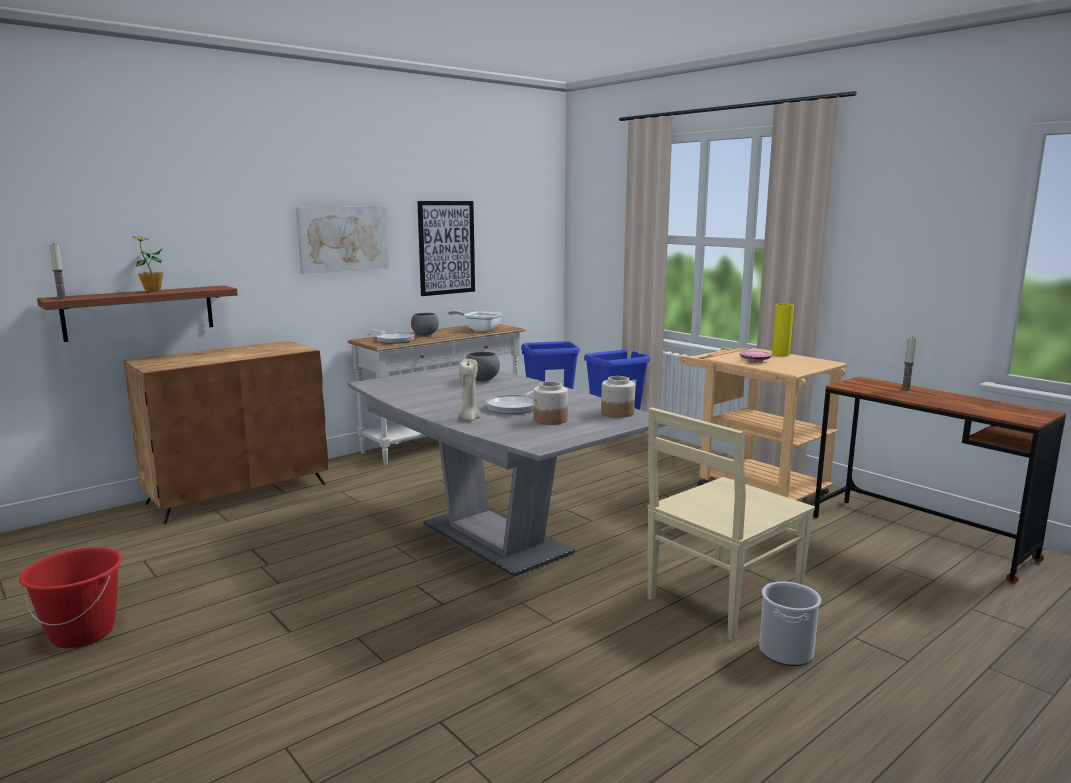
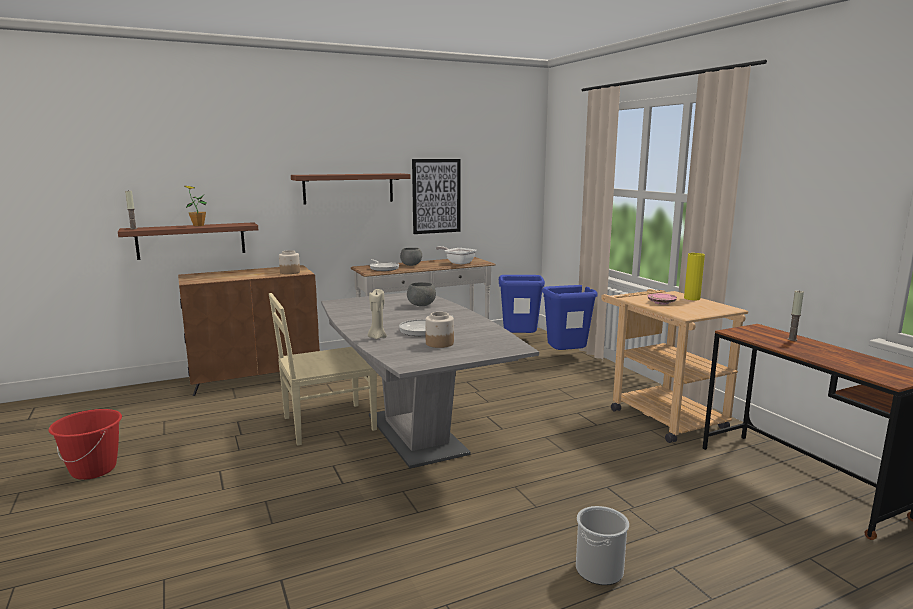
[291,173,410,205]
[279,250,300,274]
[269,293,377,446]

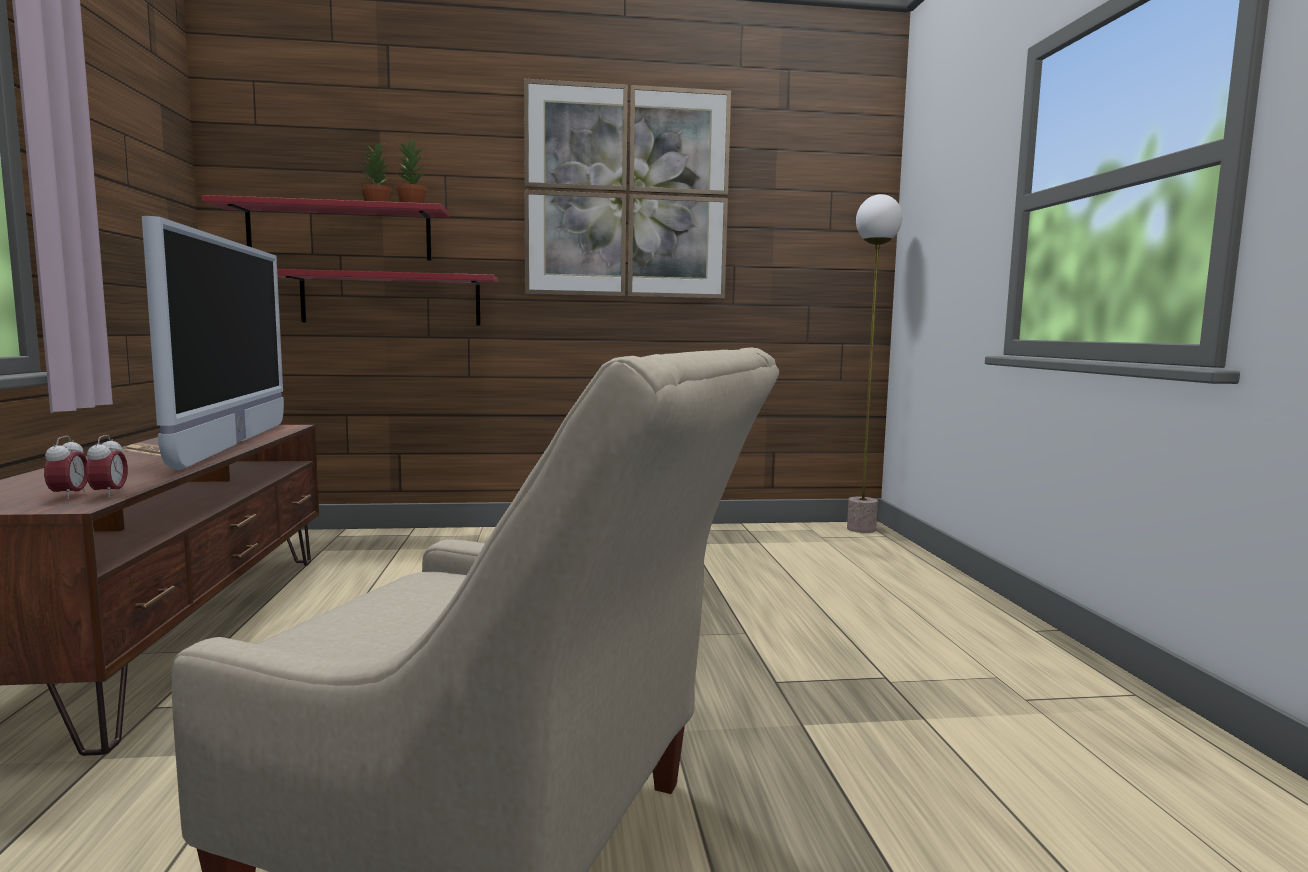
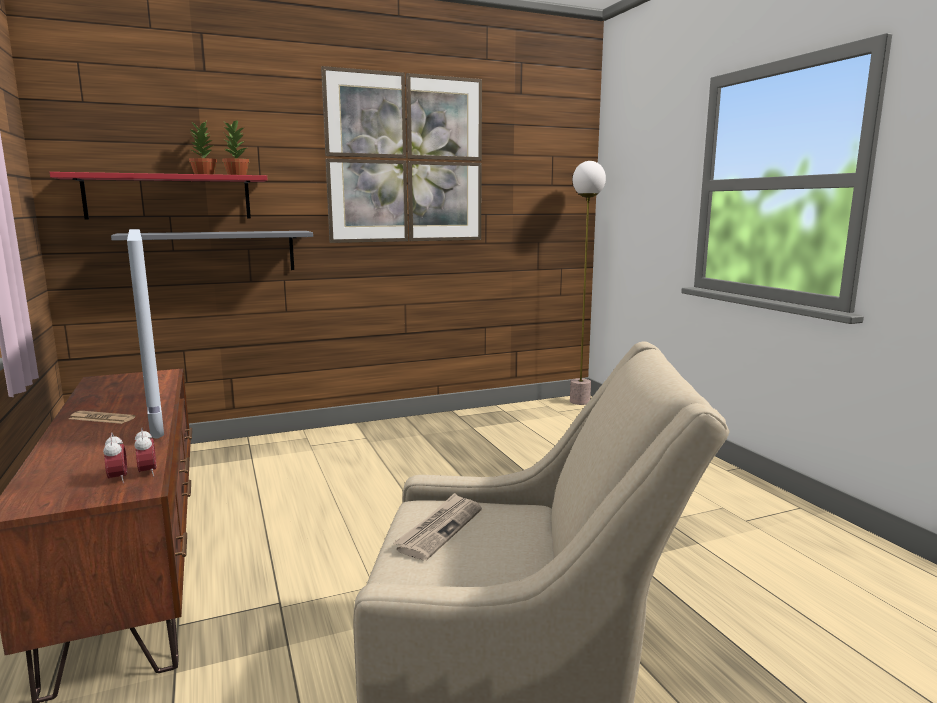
[111,231,313,270]
[393,493,482,560]

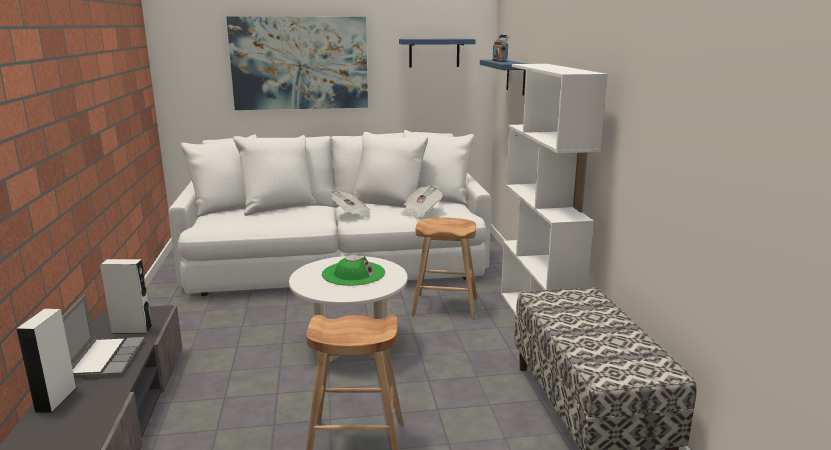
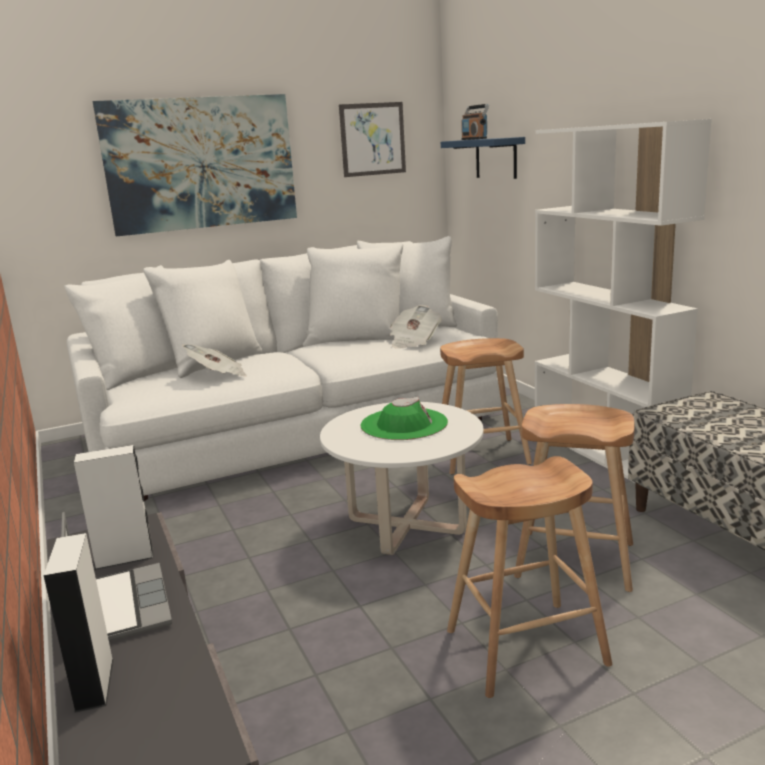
[182,344,247,376]
[339,102,406,177]
[514,404,634,592]

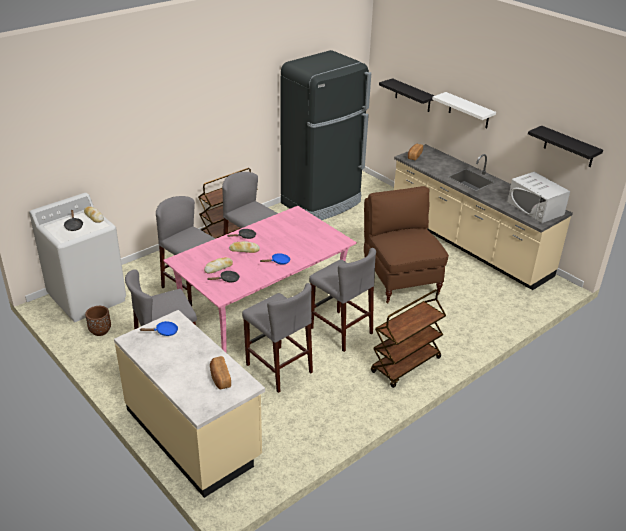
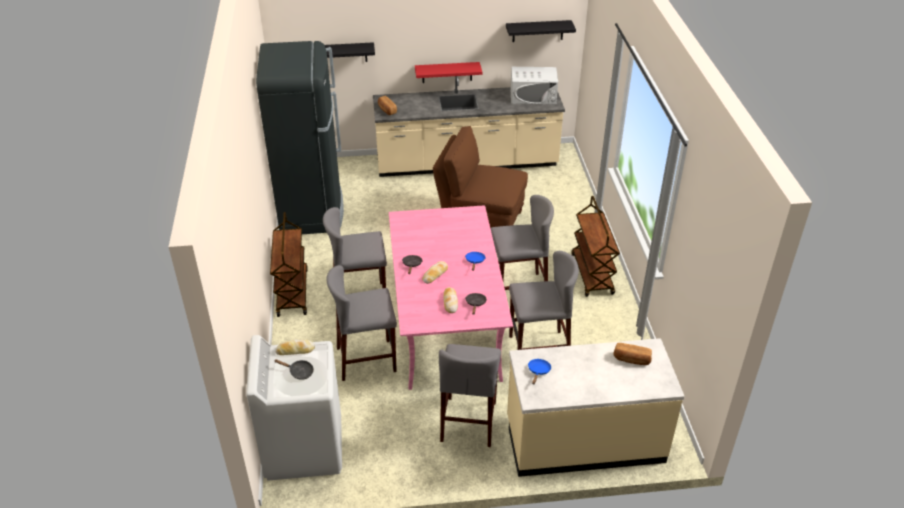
[85,306,111,336] (first image)
[432,92,496,129] (first image)
[415,62,482,83]

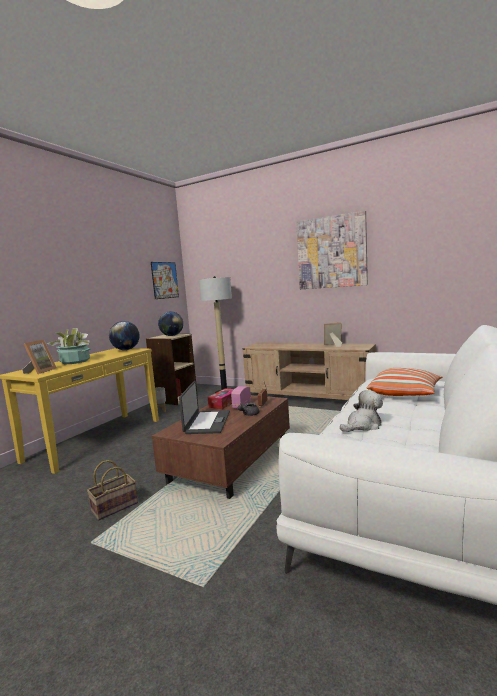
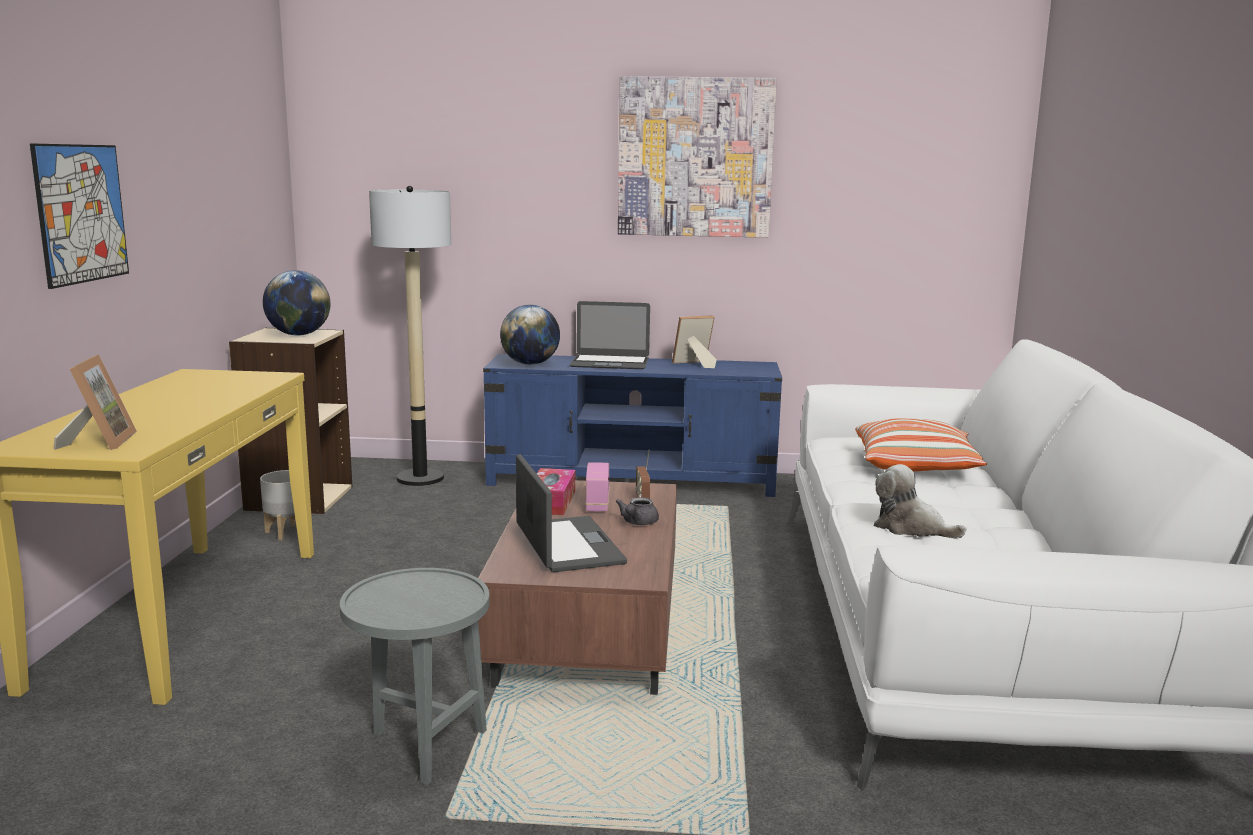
[47,328,91,364] (first image)
[340,568,490,785]
[500,305,560,365]
[30,143,129,289]
[483,354,782,497]
[874,464,966,539]
[570,301,650,369]

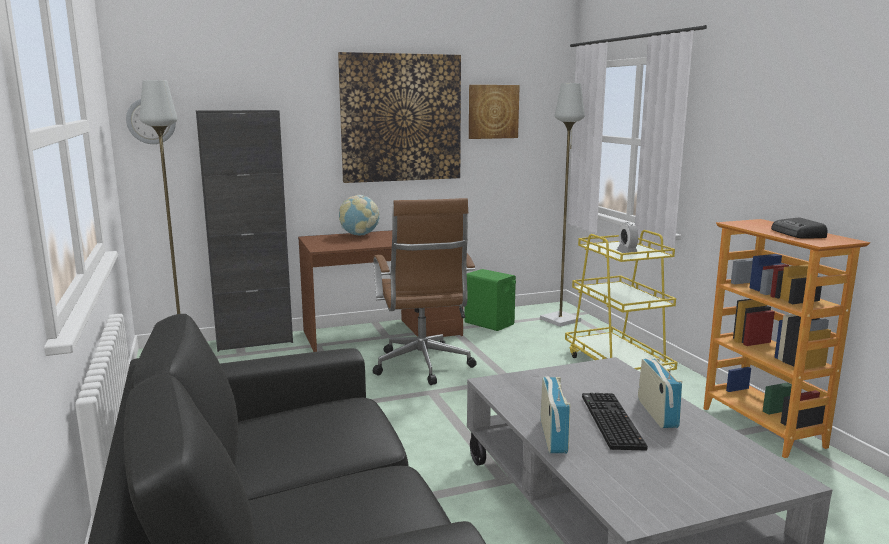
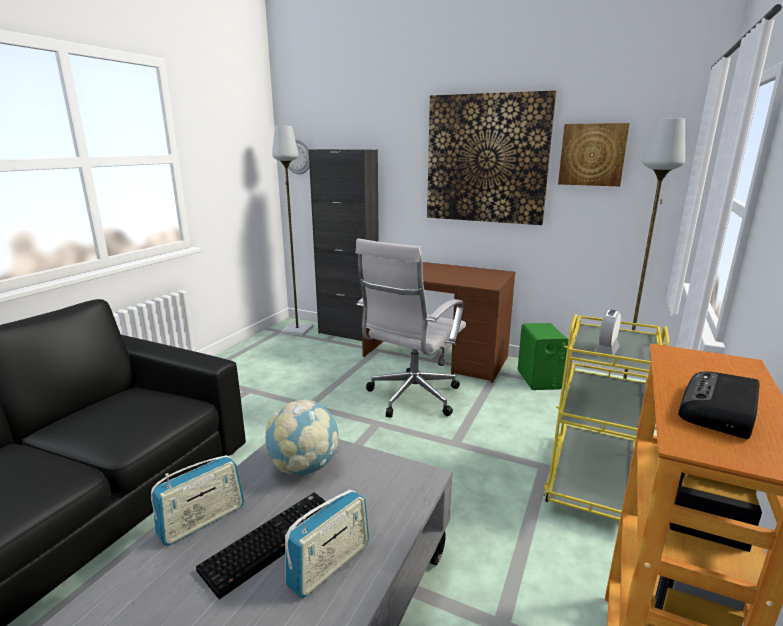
[266,400,339,475]
[356,239,466,418]

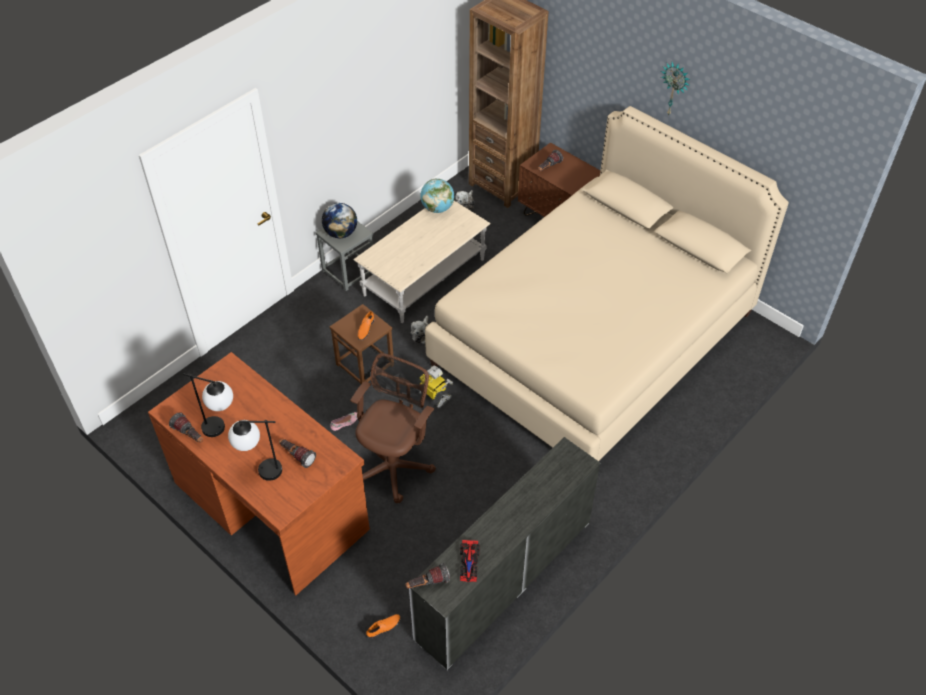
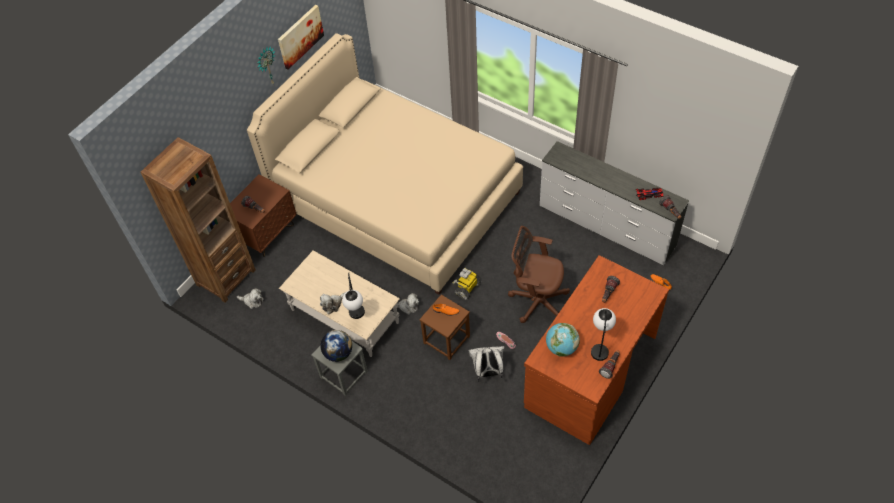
[342,272,365,319]
[546,323,580,357]
[278,5,324,70]
[320,292,346,314]
[469,346,504,382]

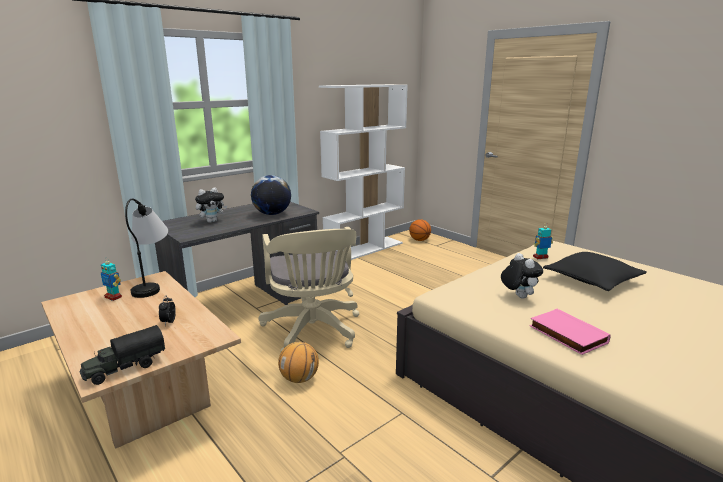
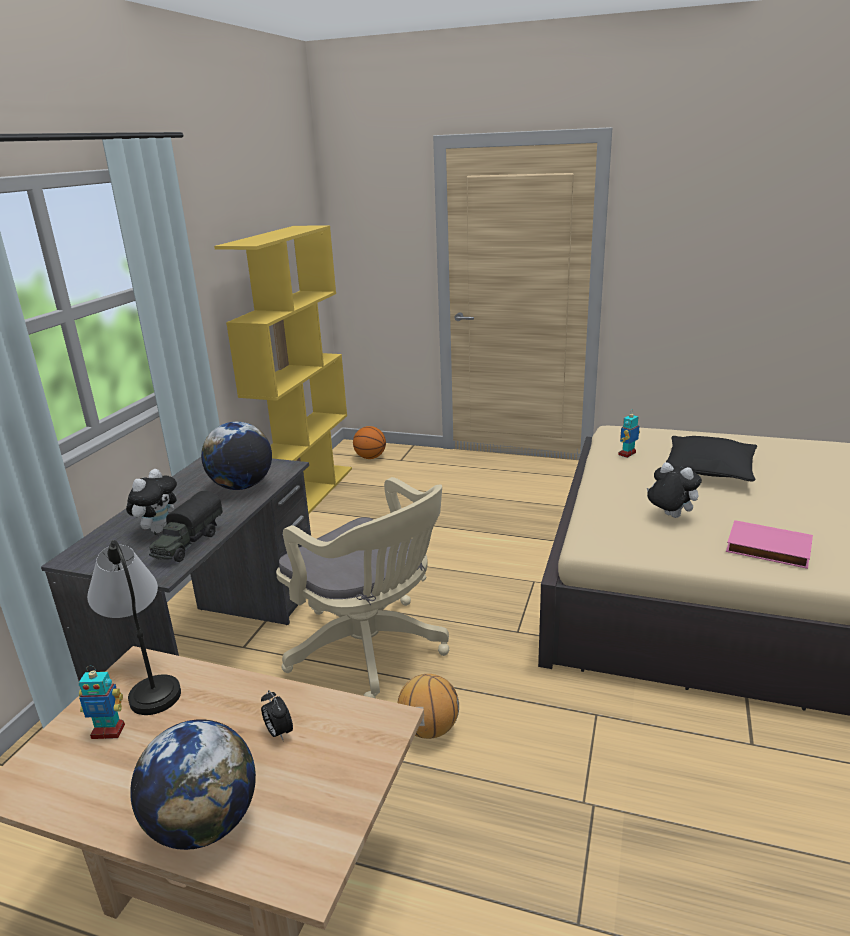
[149,491,223,562]
[214,225,352,514]
[130,719,256,850]

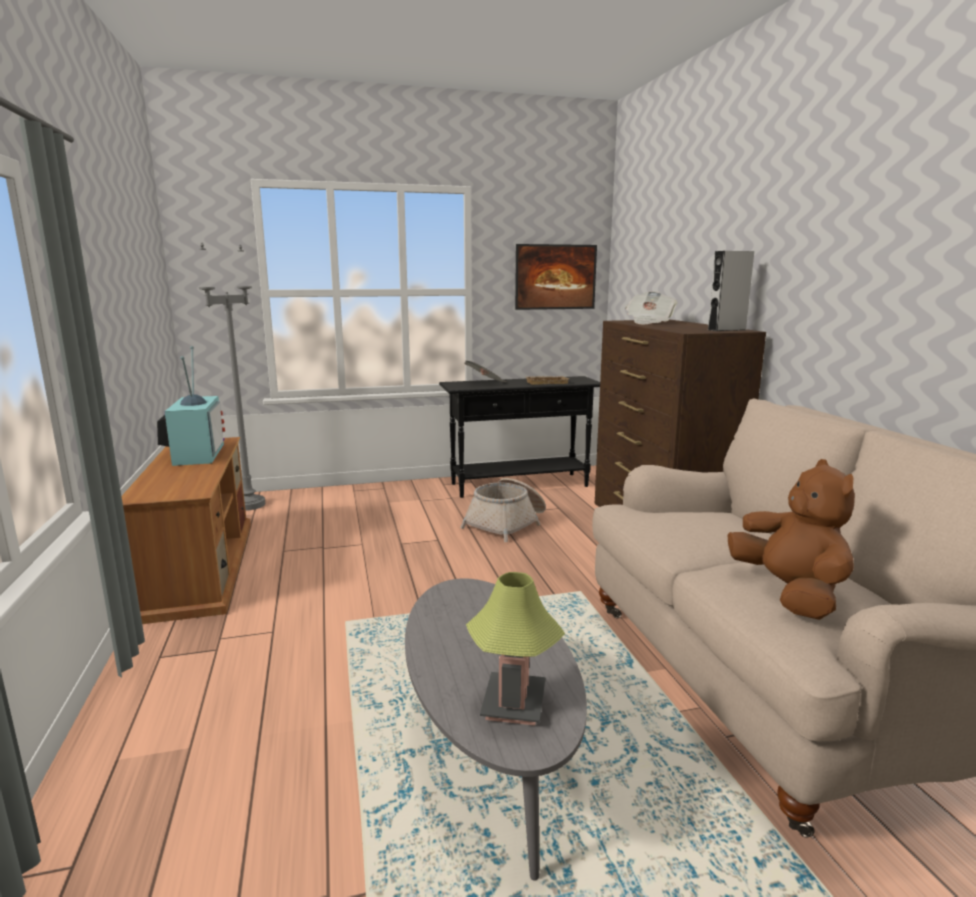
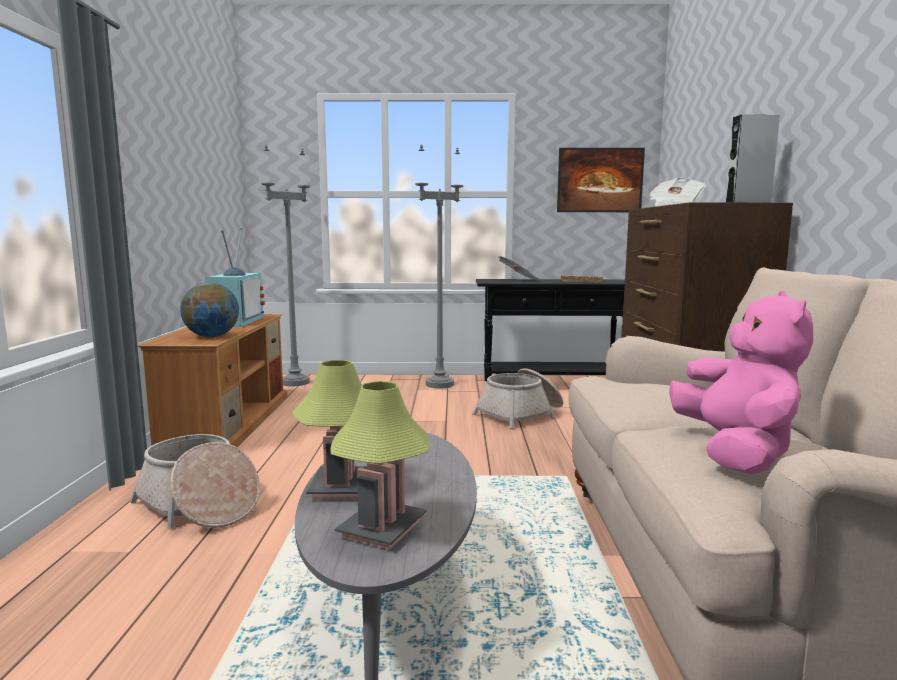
[669,291,813,474]
[130,434,260,529]
[180,283,239,337]
[292,360,367,499]
[415,144,463,388]

